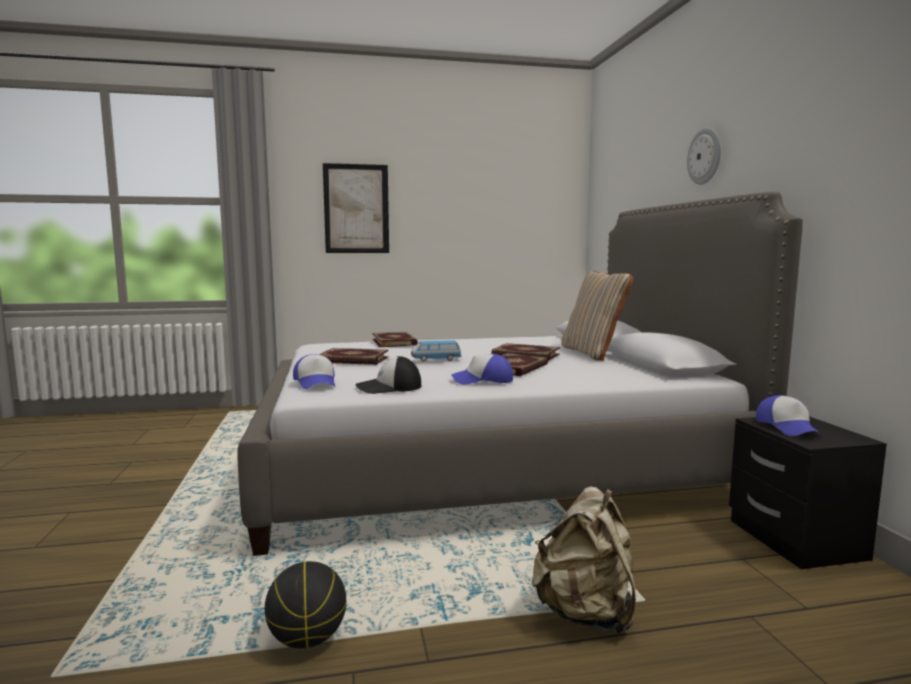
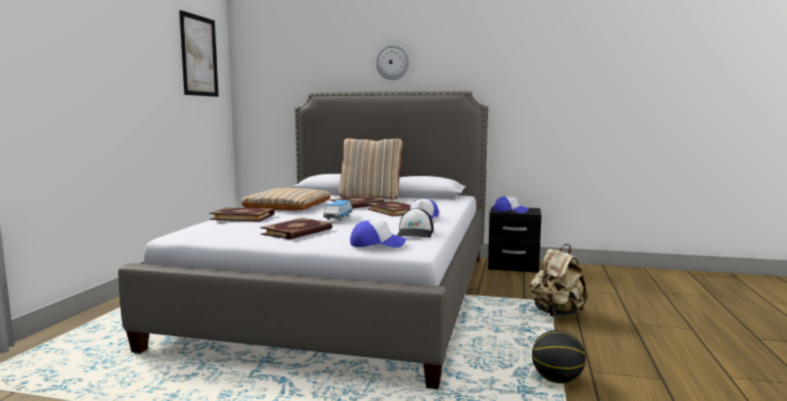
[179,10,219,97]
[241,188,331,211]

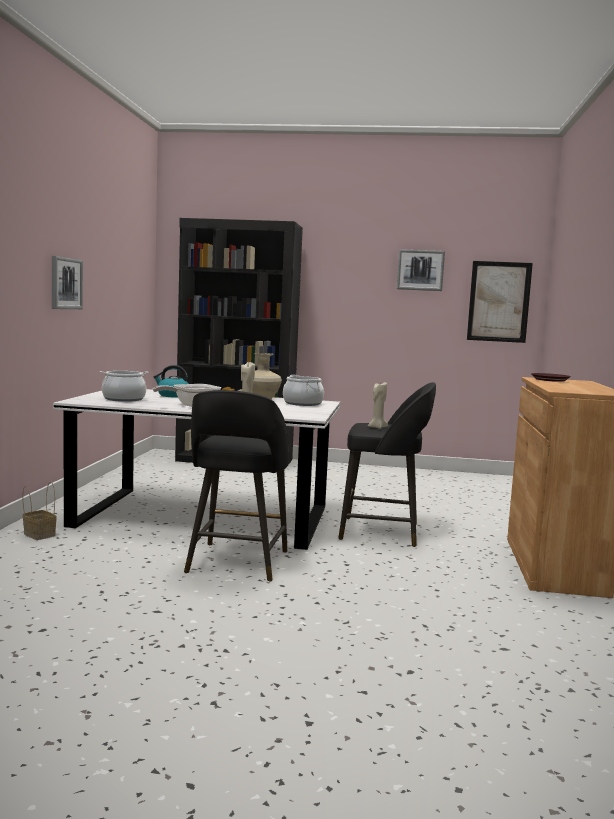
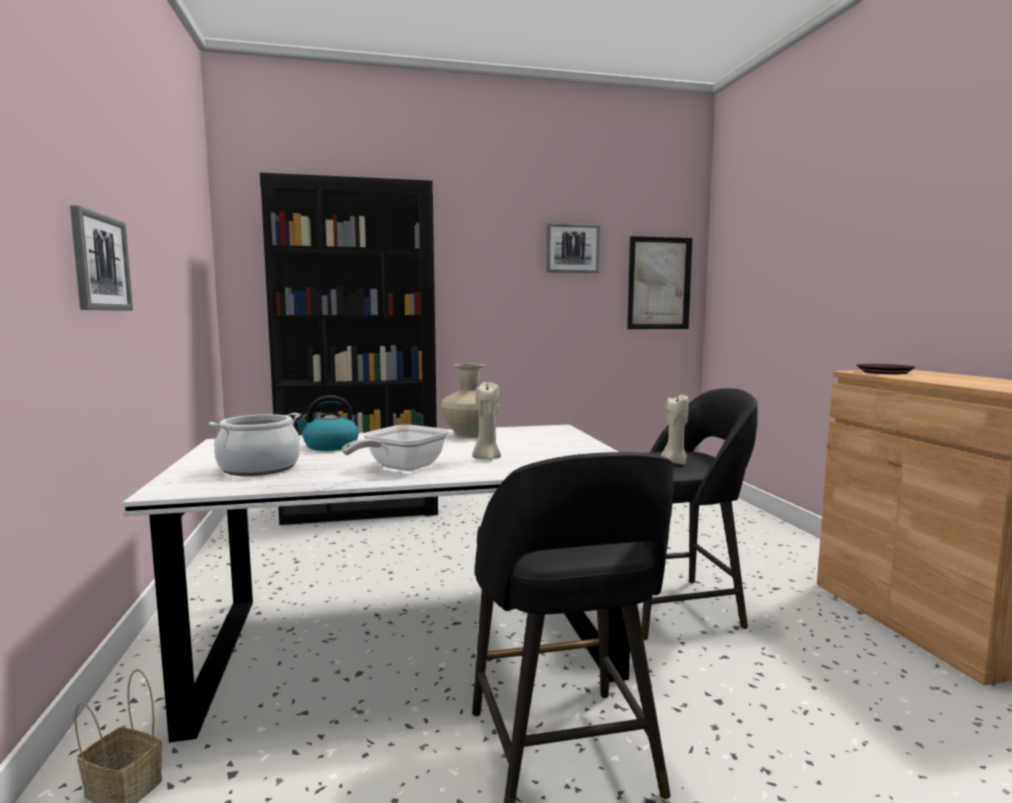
[283,375,324,406] (first image)

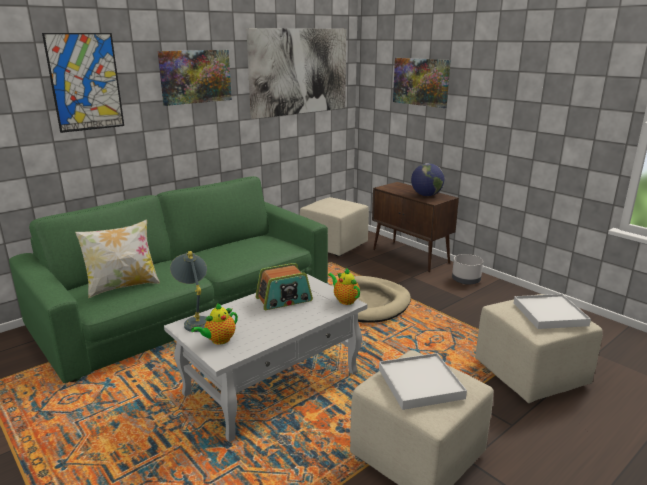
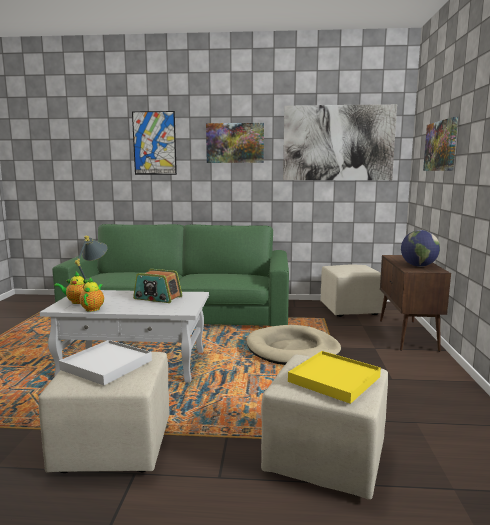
[75,219,160,298] (first image)
[80,277,104,312]
[452,254,483,285] (first image)
[288,351,381,404]

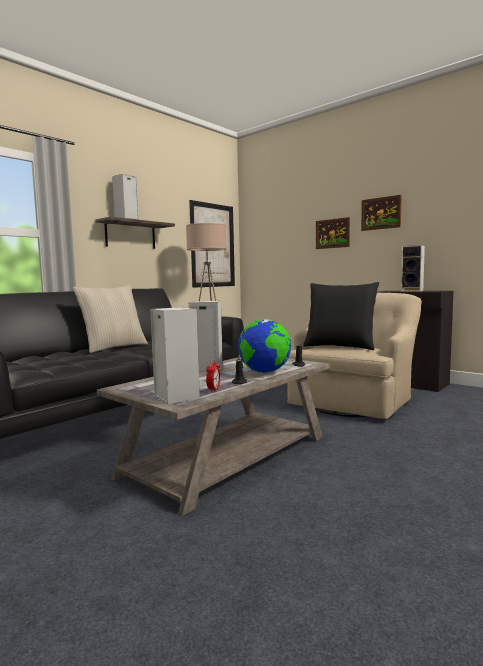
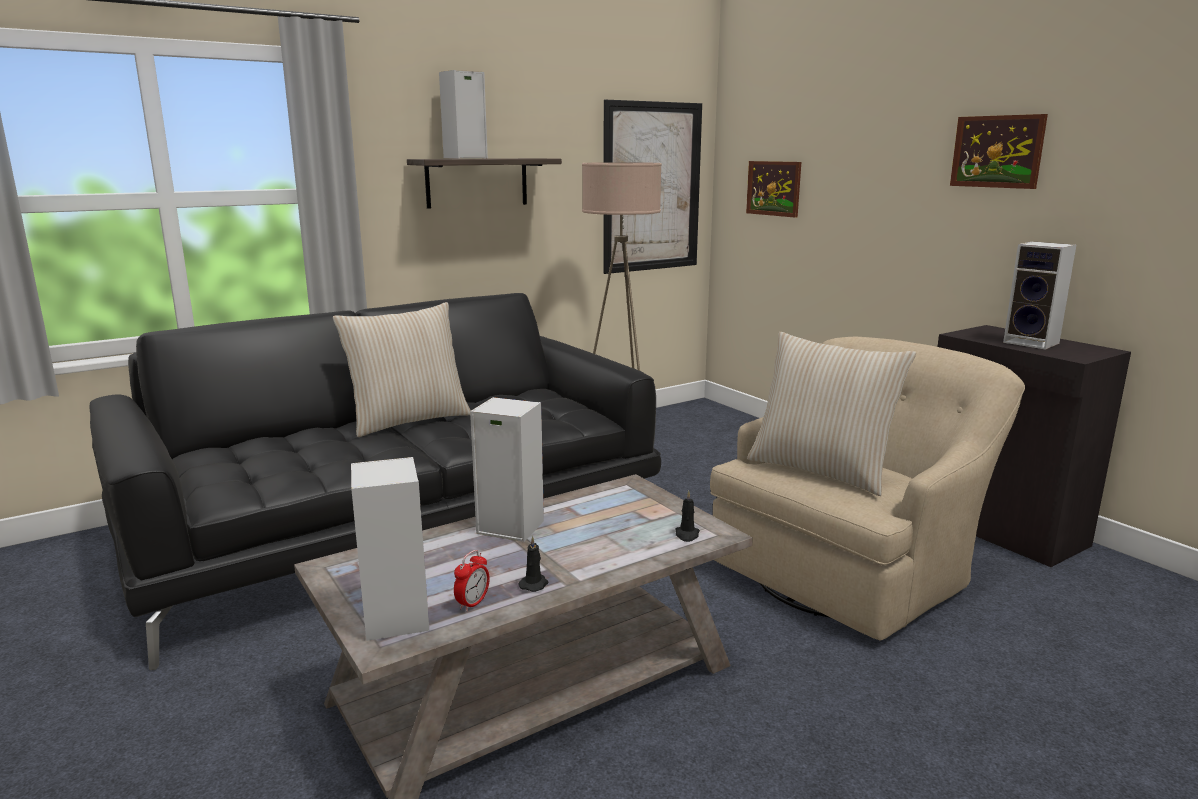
[238,319,291,373] (first image)
[747,332,916,496]
[746,161,801,218]

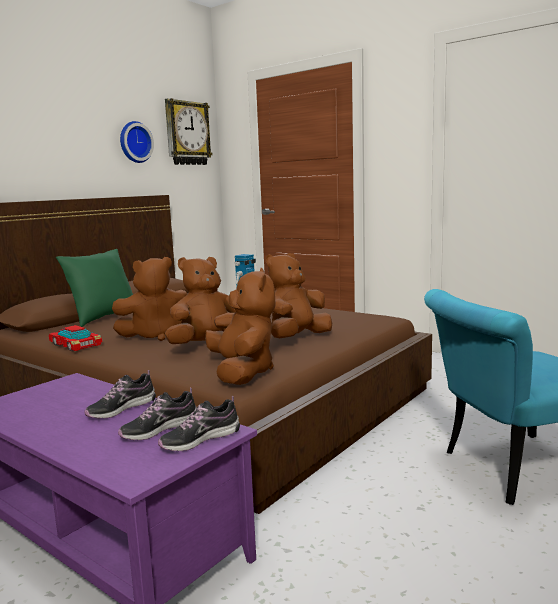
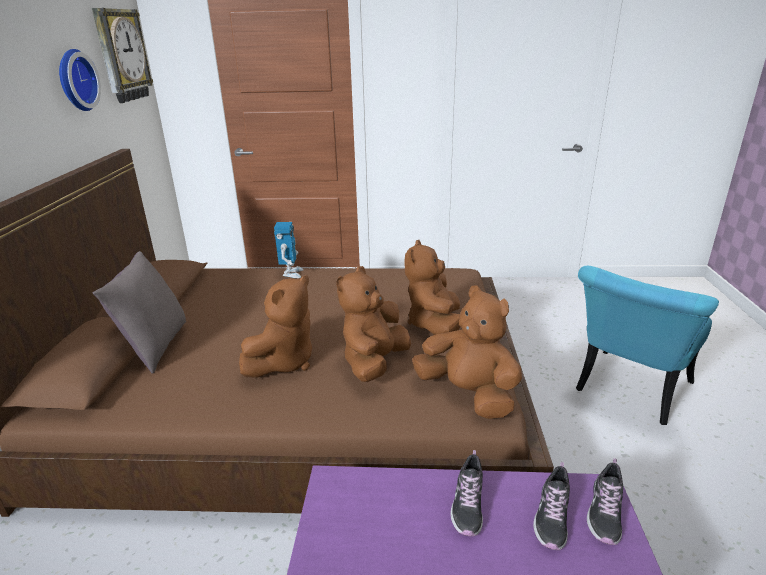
[49,325,102,351] (first image)
[93,251,186,374]

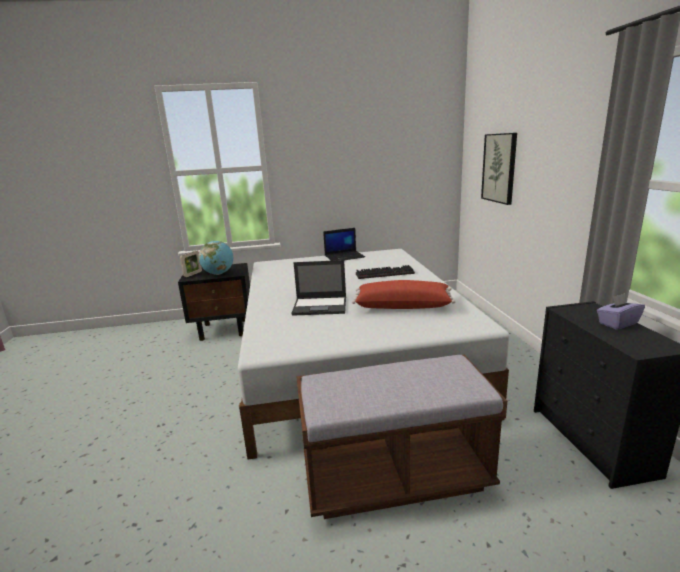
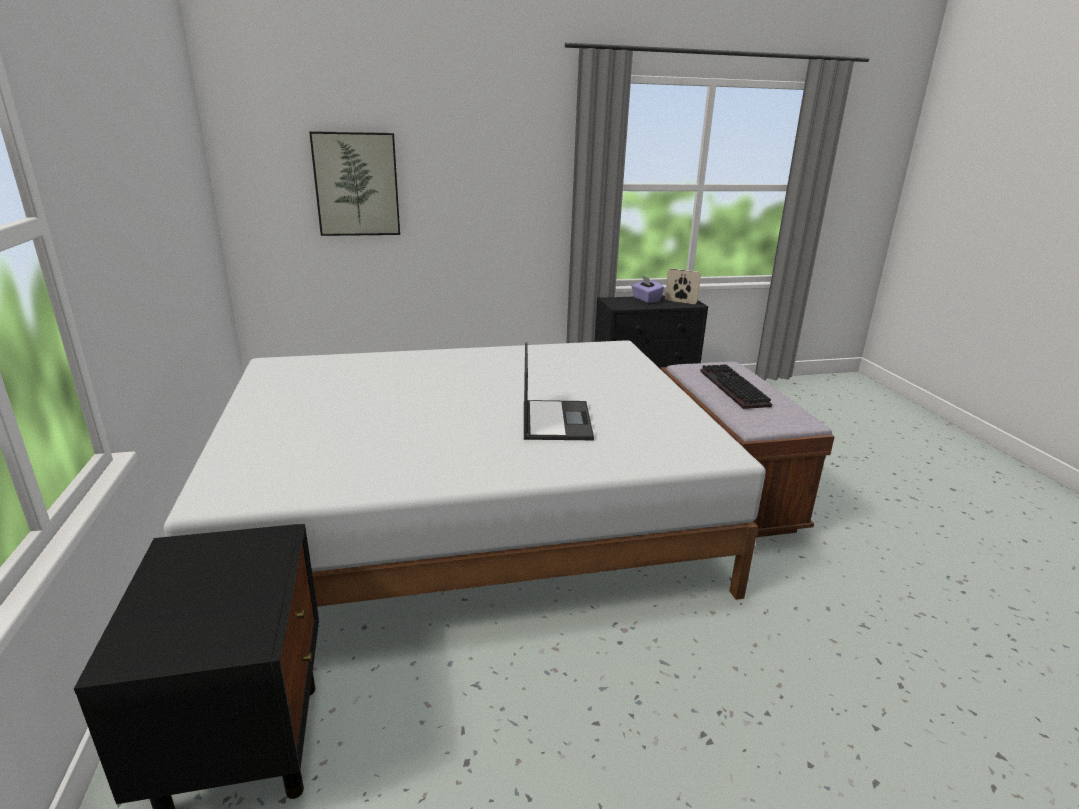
[665,269,701,304]
[198,241,233,275] (first image)
[323,228,365,261] (first image)
[352,280,456,309] (first image)
[700,365,772,409]

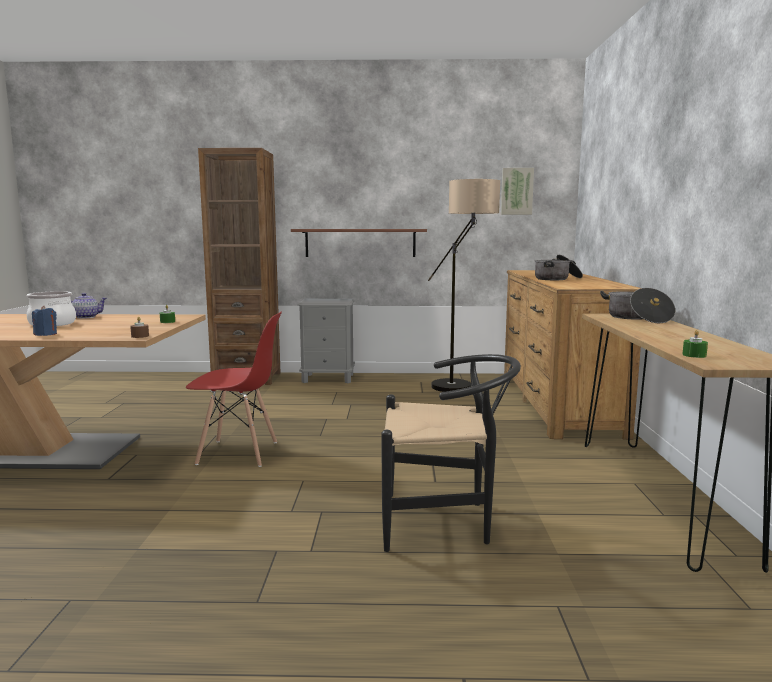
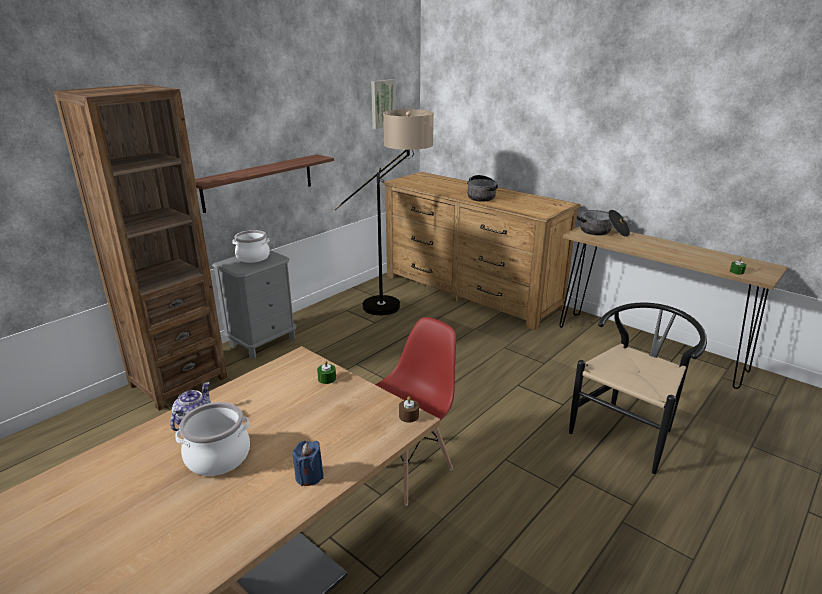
[233,230,270,263]

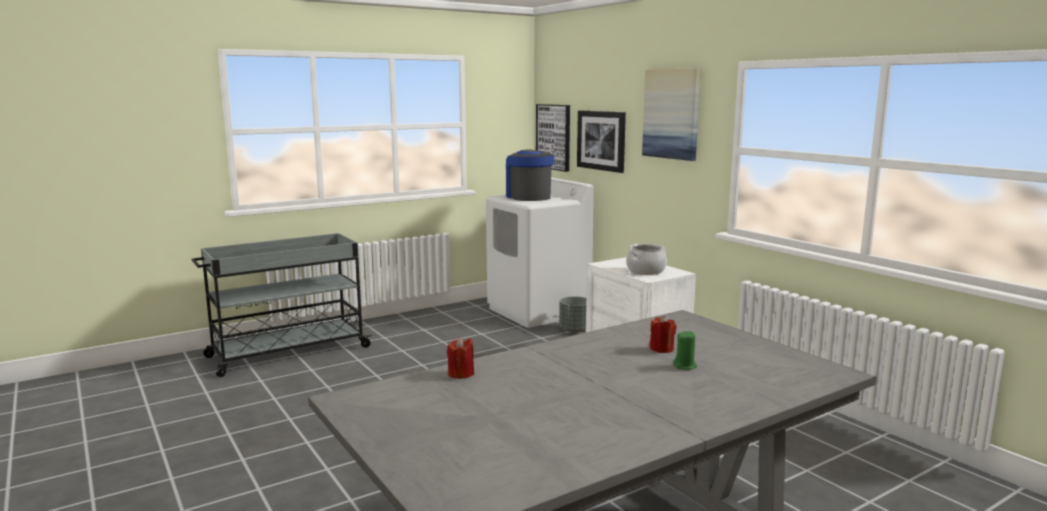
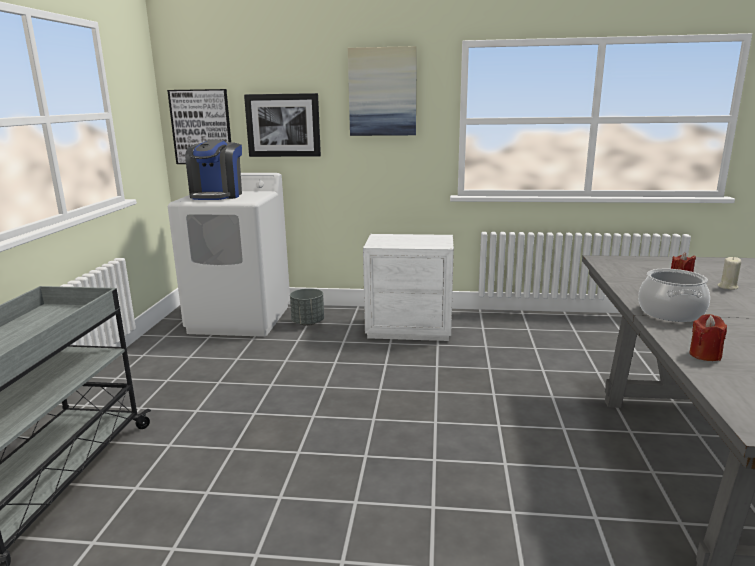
[185,140,242,200]
[638,269,710,322]
[718,257,741,290]

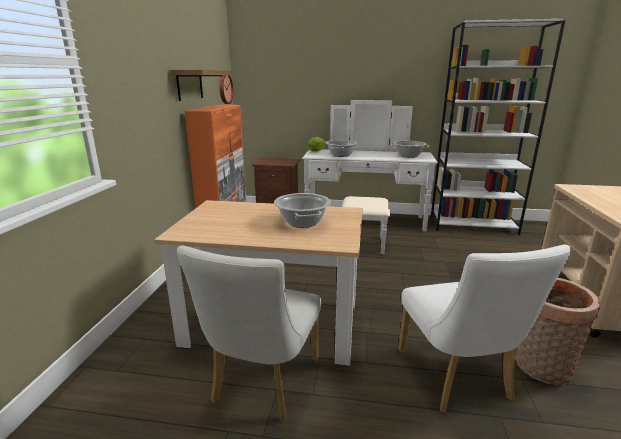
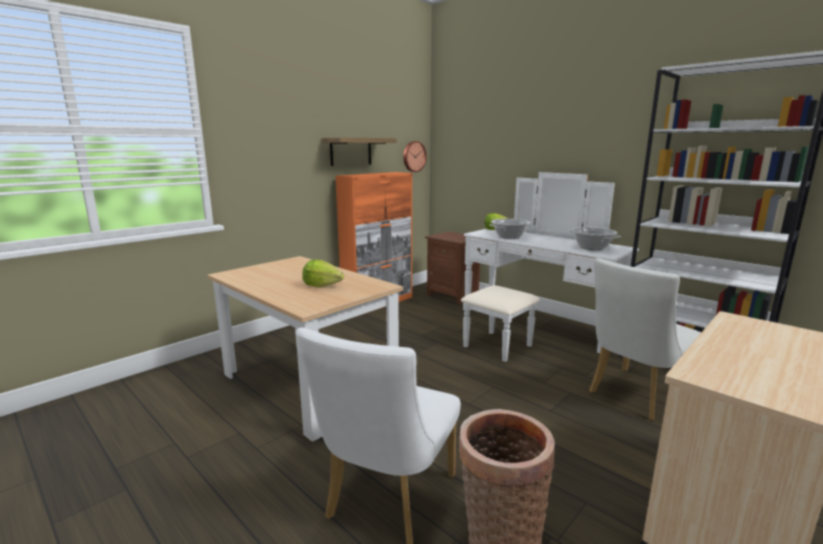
[589,258,701,420]
[302,260,344,287]

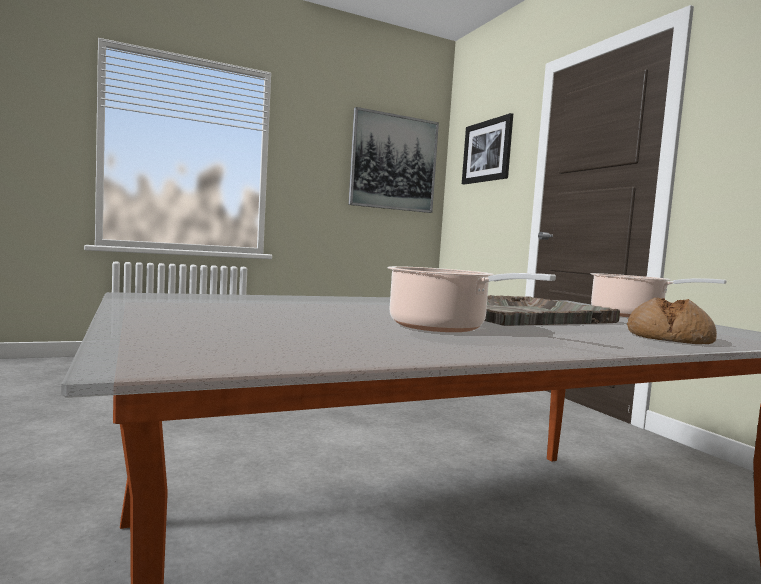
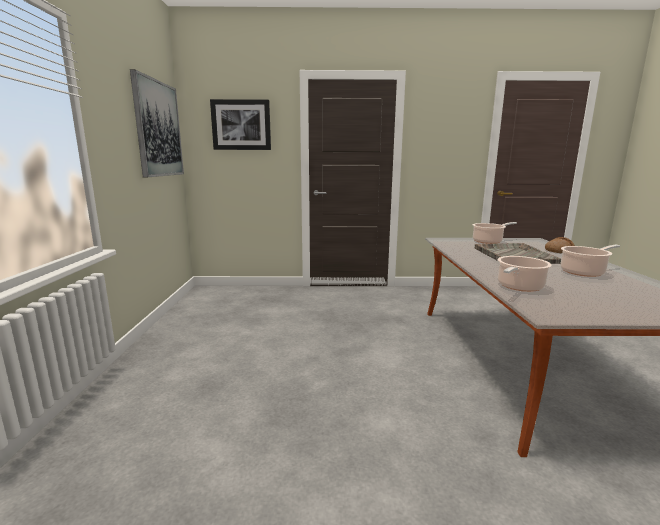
[498,256,552,292]

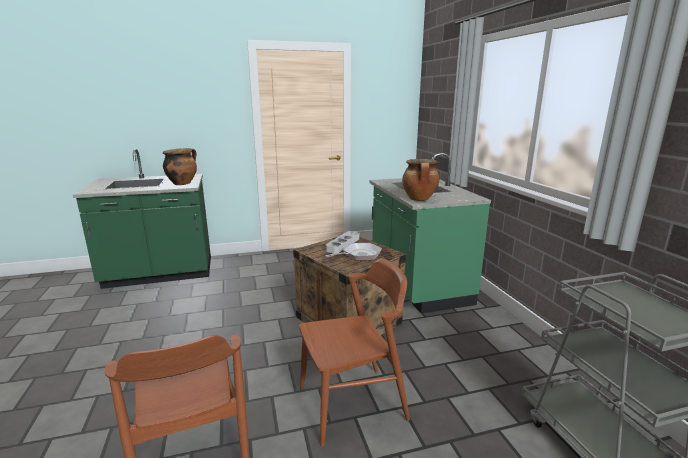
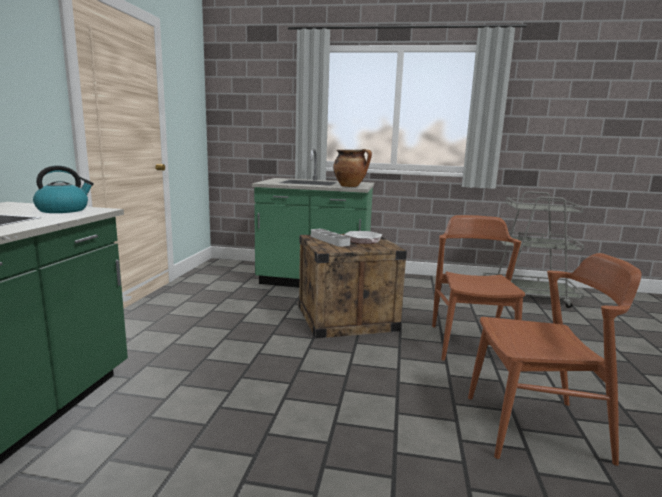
[33,165,94,213]

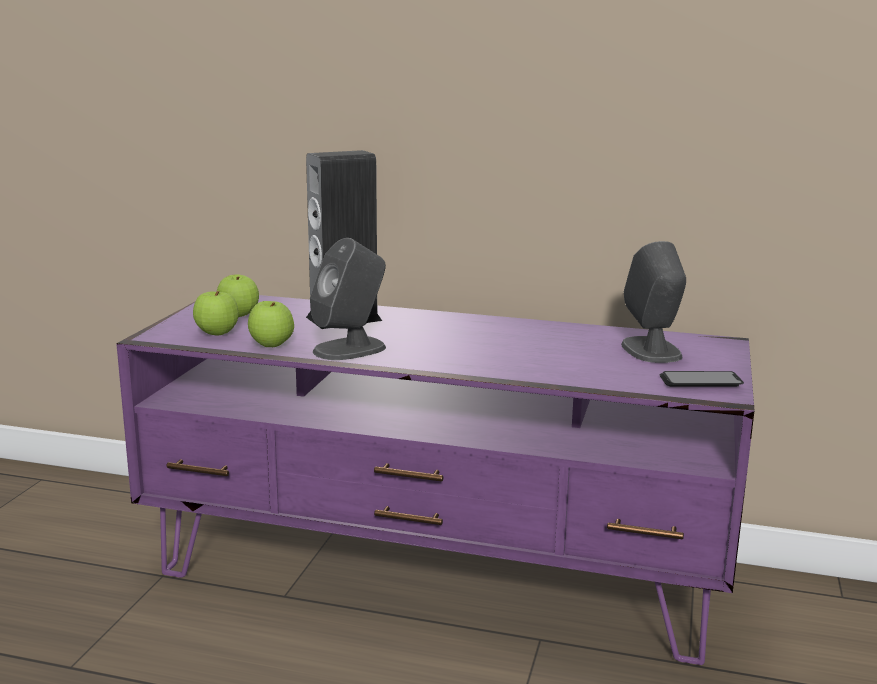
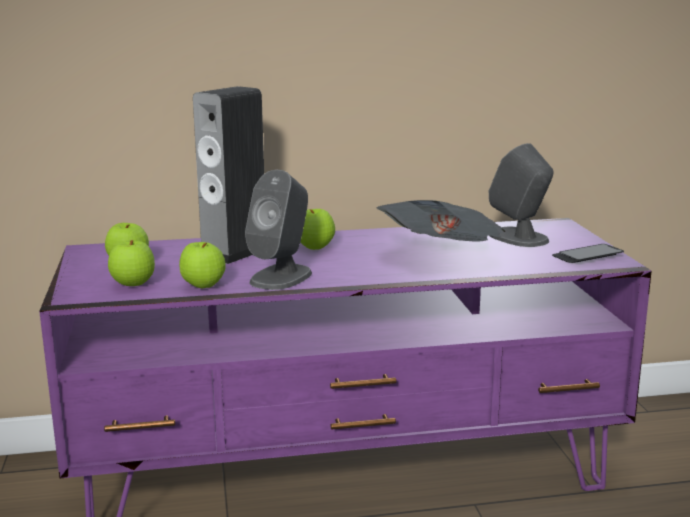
[300,209,335,250]
[376,200,505,242]

